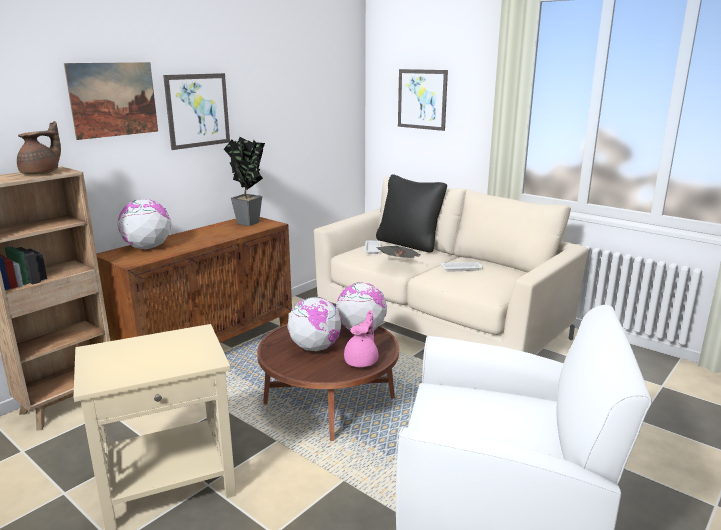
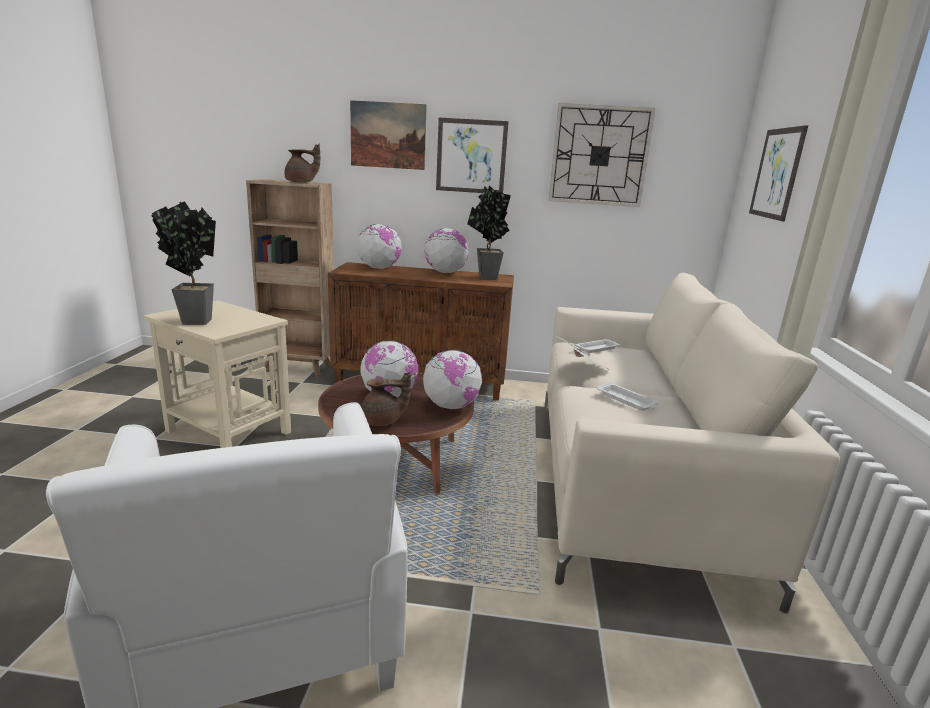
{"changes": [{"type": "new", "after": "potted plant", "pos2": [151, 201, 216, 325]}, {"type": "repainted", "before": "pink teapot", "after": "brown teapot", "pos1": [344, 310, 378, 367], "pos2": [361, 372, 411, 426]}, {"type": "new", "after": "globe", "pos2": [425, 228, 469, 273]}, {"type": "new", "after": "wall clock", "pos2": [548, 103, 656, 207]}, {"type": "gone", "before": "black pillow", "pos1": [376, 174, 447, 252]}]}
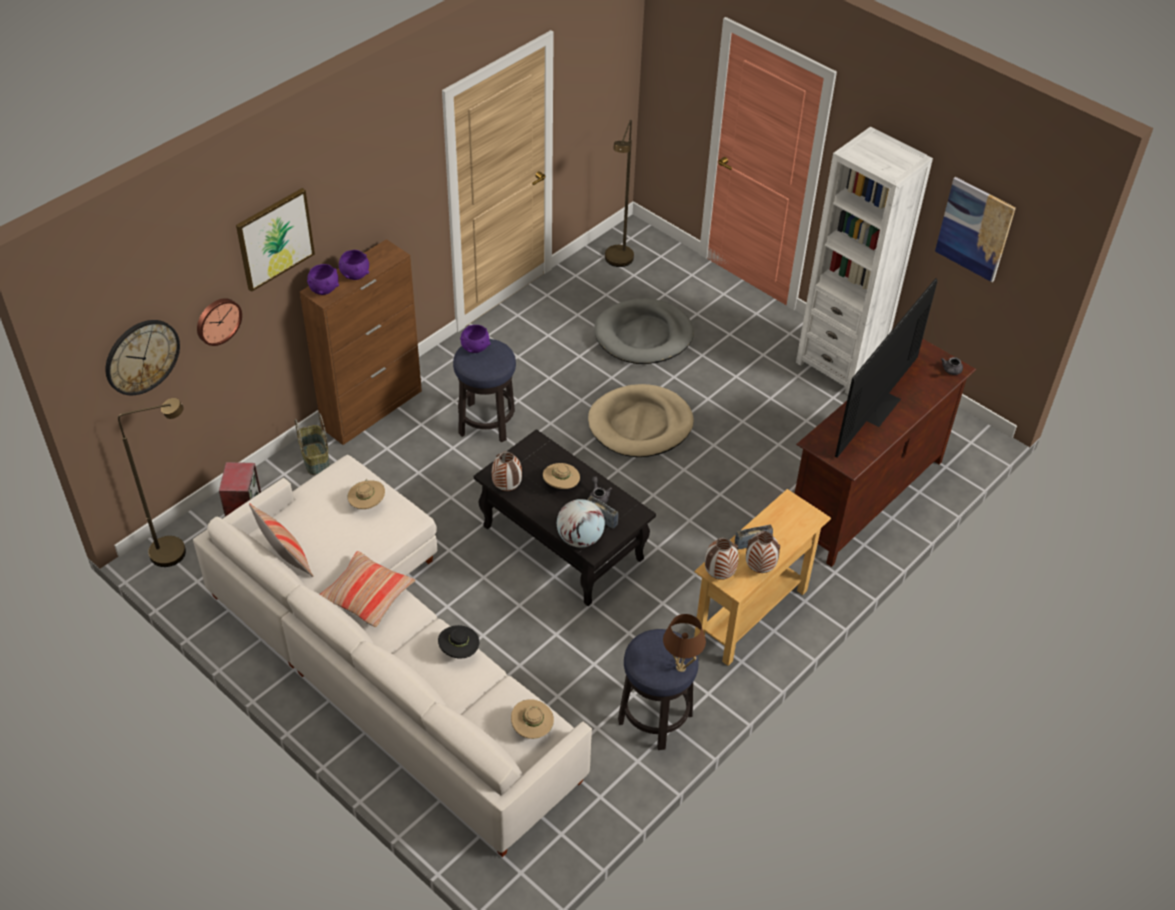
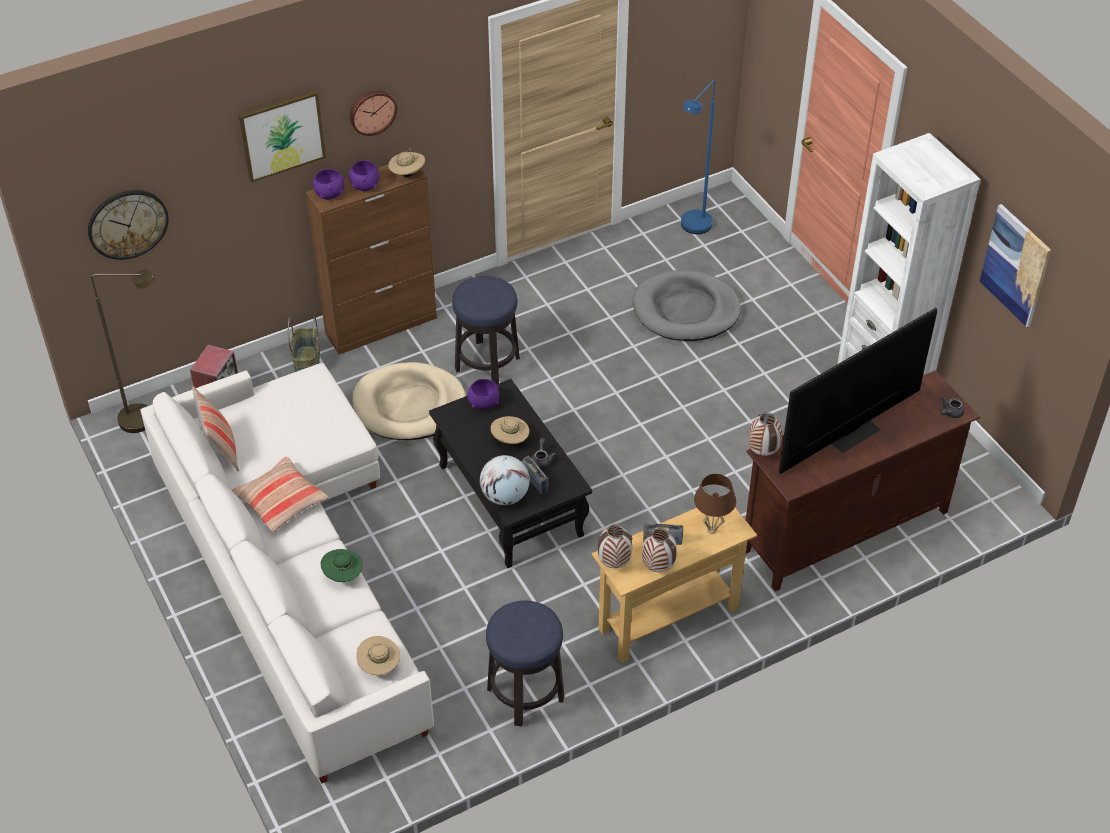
{"changes": [{"type": "repainted", "before": "black hat", "after": "green hat", "pos1": [438, 625, 479, 658], "pos2": [321, 549, 363, 582]}, {"type": "shifted", "before": "wall clock", "pos1": [197, 298, 242, 346], "pos2": [350, 90, 397, 136]}, {"type": "shifted", "before": "beige dog bed", "pos1": [588, 384, 694, 457], "pos2": [352, 362, 466, 440]}, {"type": "shifted", "before": "beige hat", "pos1": [348, 479, 385, 509], "pos2": [388, 149, 425, 177]}, {"type": "shifted", "before": "purple bowl", "pos1": [460, 325, 490, 353], "pos2": [468, 379, 499, 409]}, {"type": "repainted", "before": "brown floor lamp", "after": "blue floor lamp", "pos1": [605, 120, 634, 267], "pos2": [681, 80, 715, 234]}, {"type": "shifted", "before": "brown table lamp", "pos1": [663, 614, 706, 672], "pos2": [694, 474, 736, 534]}, {"type": "shifted", "before": "vase", "pos1": [492, 451, 522, 491], "pos2": [748, 412, 782, 456]}]}
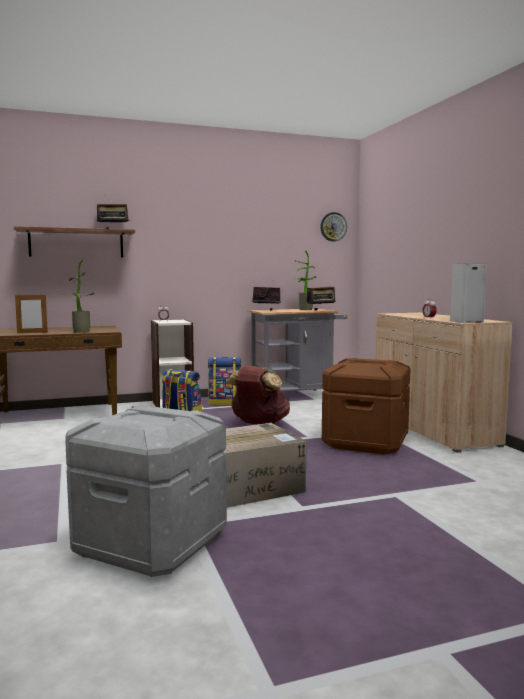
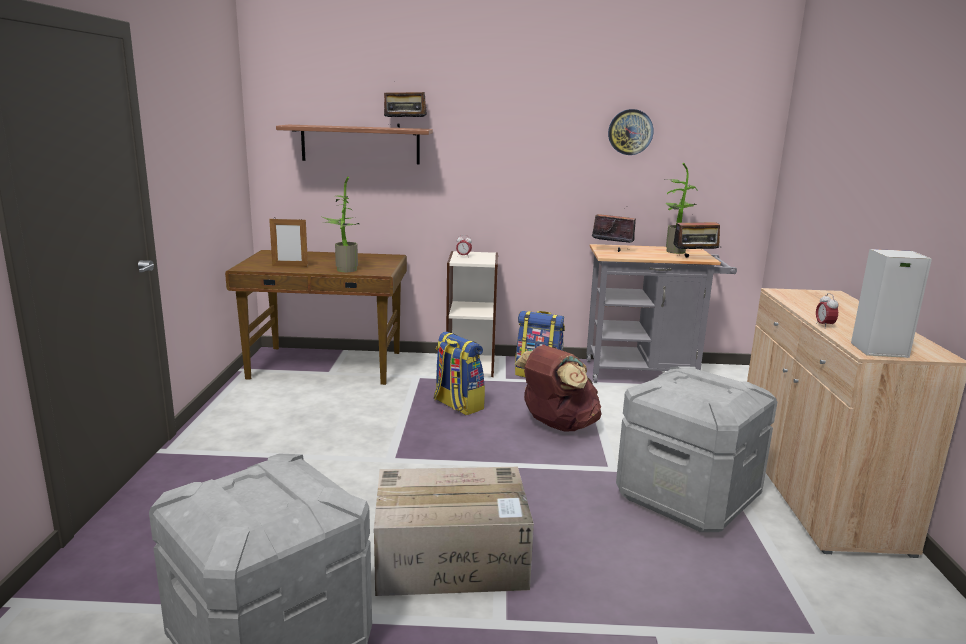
{"changes": [{"type": "shifted", "before": "wall clock", "pos1": [320, 212, 347, 241], "pos2": [608, 109, 653, 155]}, {"type": "repainted", "before": "brown storage box", "after": "grey storage box", "pos1": [322, 358, 411, 454], "pos2": [616, 366, 777, 532]}]}
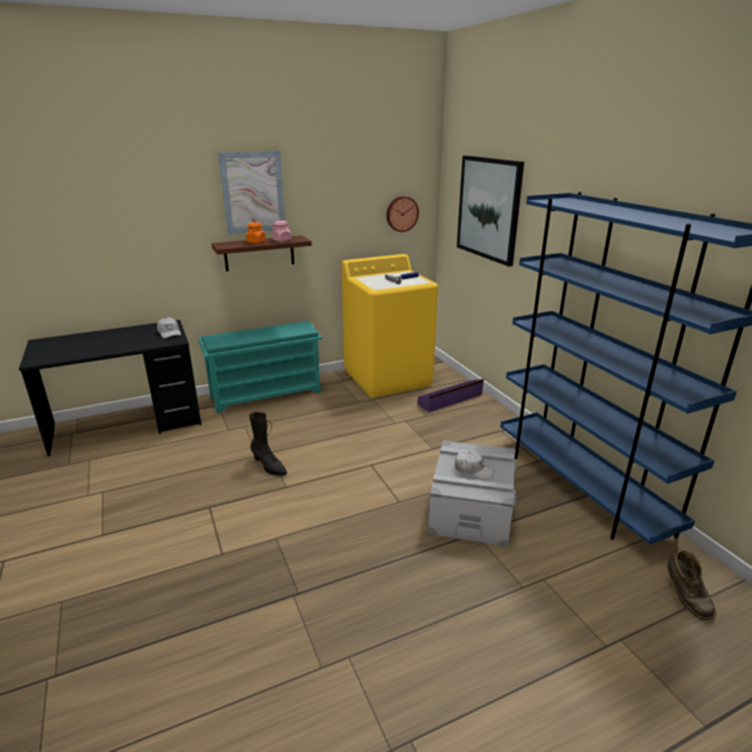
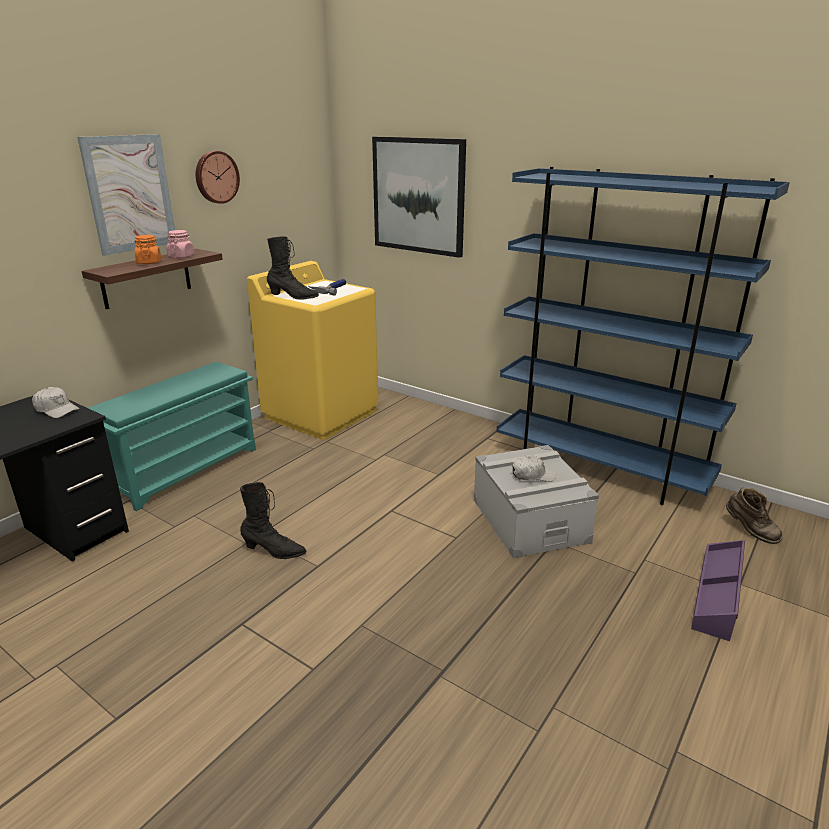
{"changes": [{"type": "shifted", "before": "wall clock", "pos1": [386, 196, 419, 232], "pos2": [196, 151, 240, 204]}, {"type": "new", "after": "black boot", "pos2": [267, 236, 319, 300]}, {"type": "shifted", "before": "purple storage box", "pos1": [417, 379, 484, 412], "pos2": [691, 540, 745, 641]}]}
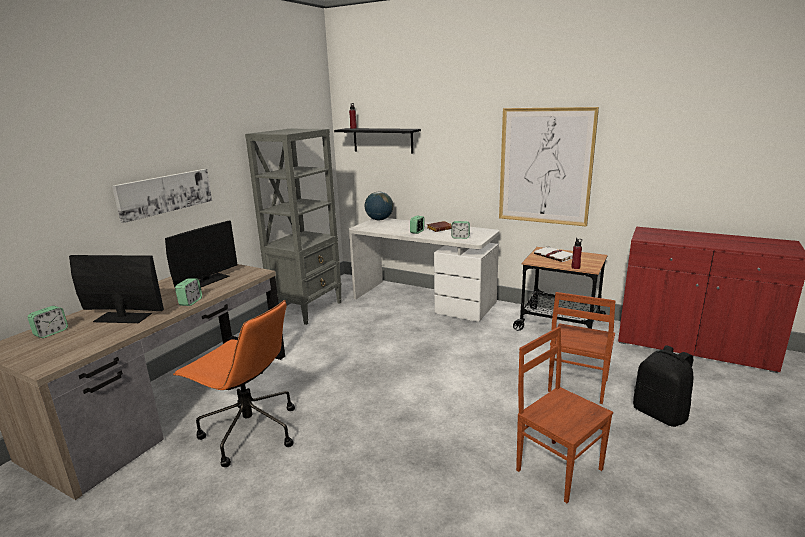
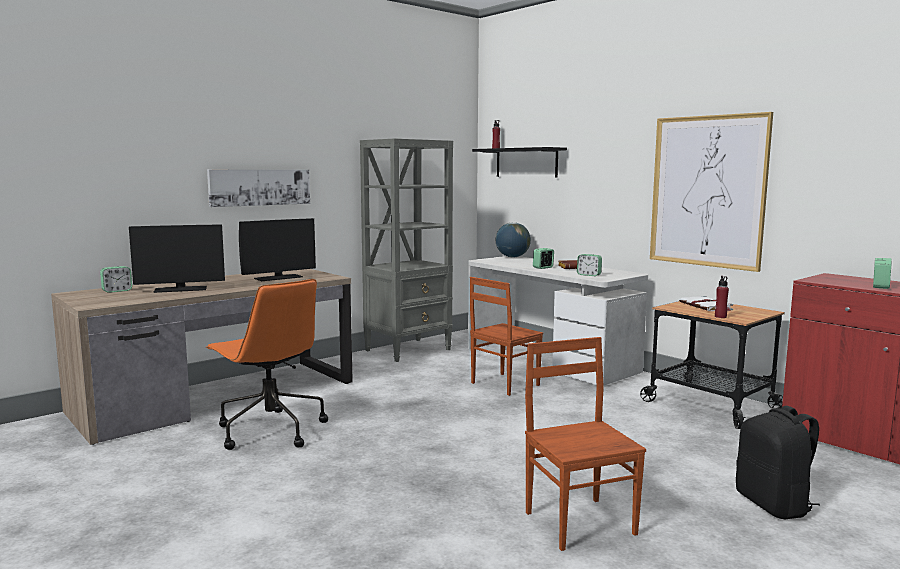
{"changes": [{"type": "rotated", "before": "monitor", "pos1": [69, 255, 164, 323], "pos2": [129, 224, 225, 293], "turn": 135}, {"type": "shifted", "before": "brown chair", "pos1": [548, 292, 615, 404], "pos2": [470, 277, 543, 396]}, {"type": "shifted", "before": "alarm clock", "pos1": [175, 278, 202, 306], "pos2": [873, 258, 892, 289]}]}
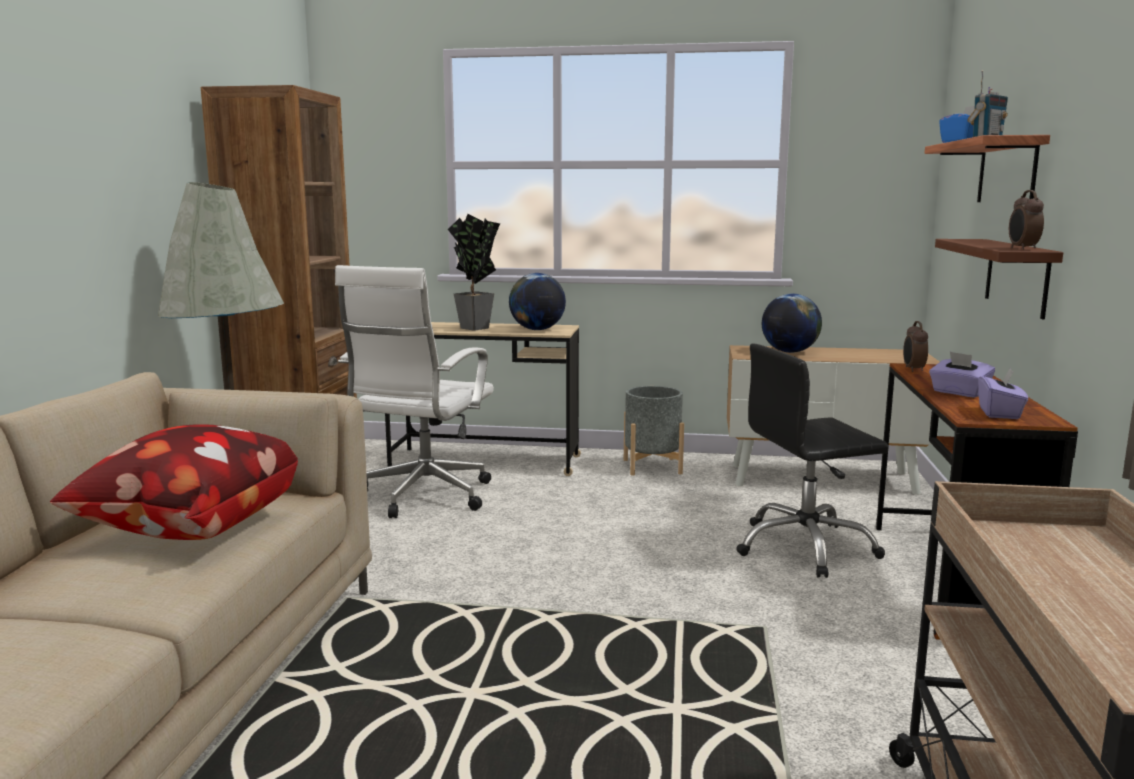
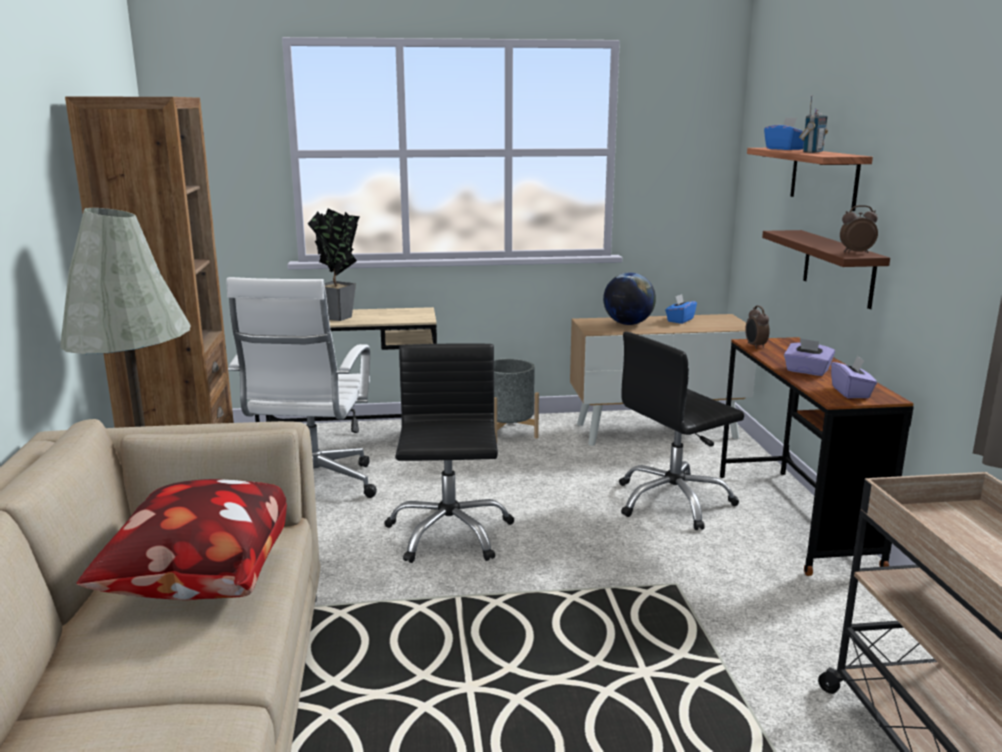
{"changes": [{"type": "new", "after": "black office chair", "pos2": [384, 343, 515, 563]}, {"type": "new", "after": "blue tissue box", "pos2": [665, 294, 697, 324]}, {"type": "rotated", "before": "alarm clock", "pos1": [1009, 190, 1044, 250], "pos2": [840, 205, 878, 253], "turn": 105}, {"type": "gone", "before": "globe", "pos1": [509, 273, 566, 330]}]}
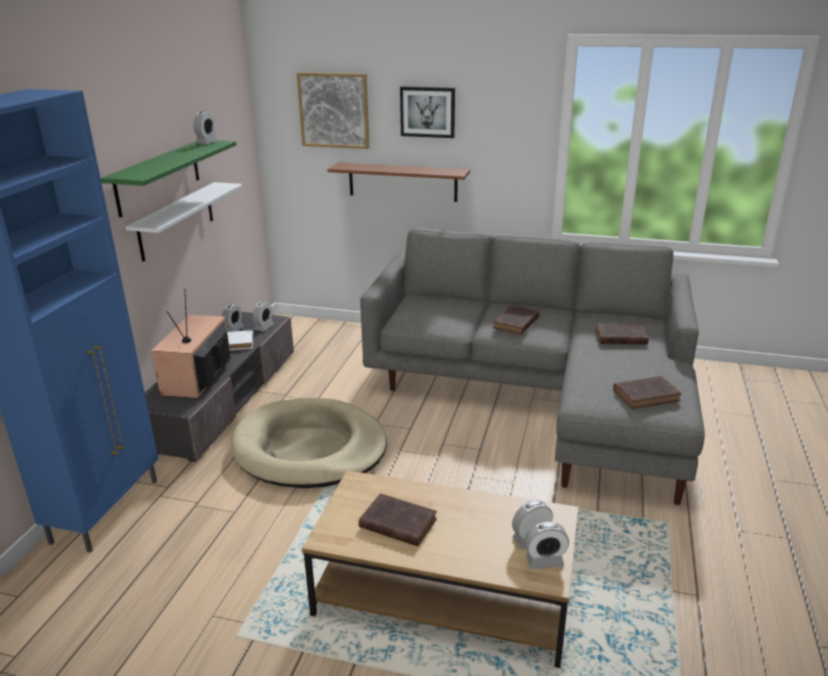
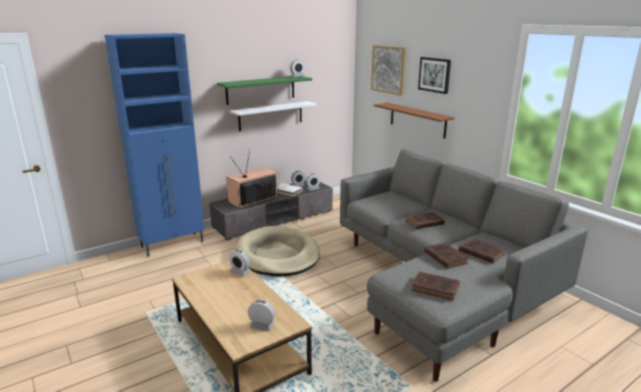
{"changes": [{"type": "shifted", "before": "alarm clock", "pos1": [524, 522, 569, 569], "pos2": [229, 249, 250, 277]}, {"type": "shifted", "before": "brown book", "pos1": [359, 493, 437, 546], "pos2": [424, 242, 469, 269]}]}
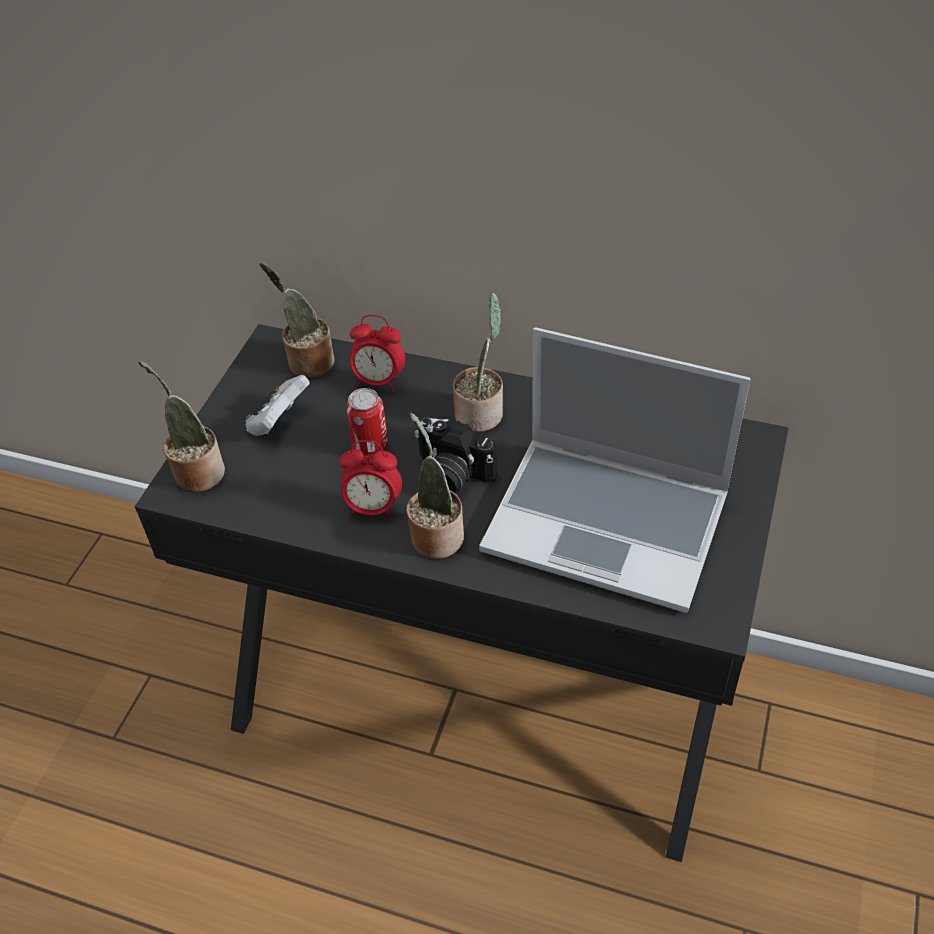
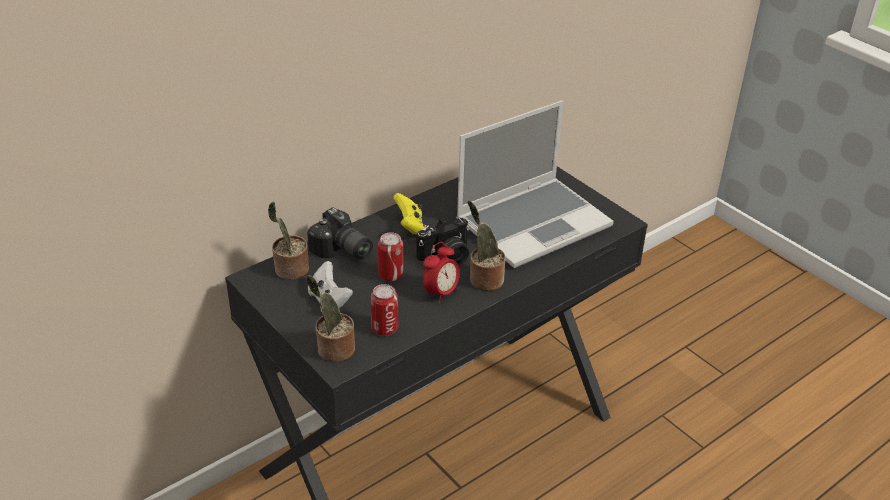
{"changes": [{"type": "swapped", "before": "alarm clock", "after": "photo camera", "pos1": [350, 315, 405, 392], "pos2": [307, 207, 373, 259]}, {"type": "new", "after": "can", "pos2": [371, 284, 398, 335]}, {"type": "swapped", "before": "potted plant", "after": "yellow game controller", "pos1": [452, 292, 503, 432], "pos2": [393, 193, 427, 235]}]}
